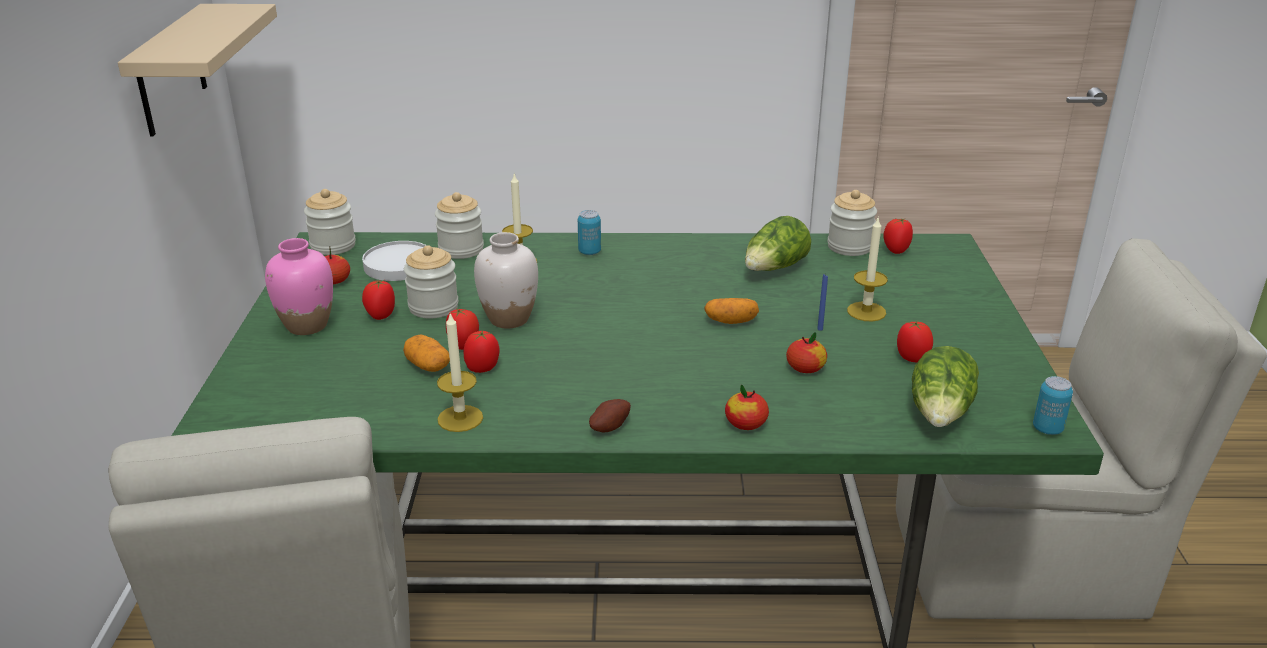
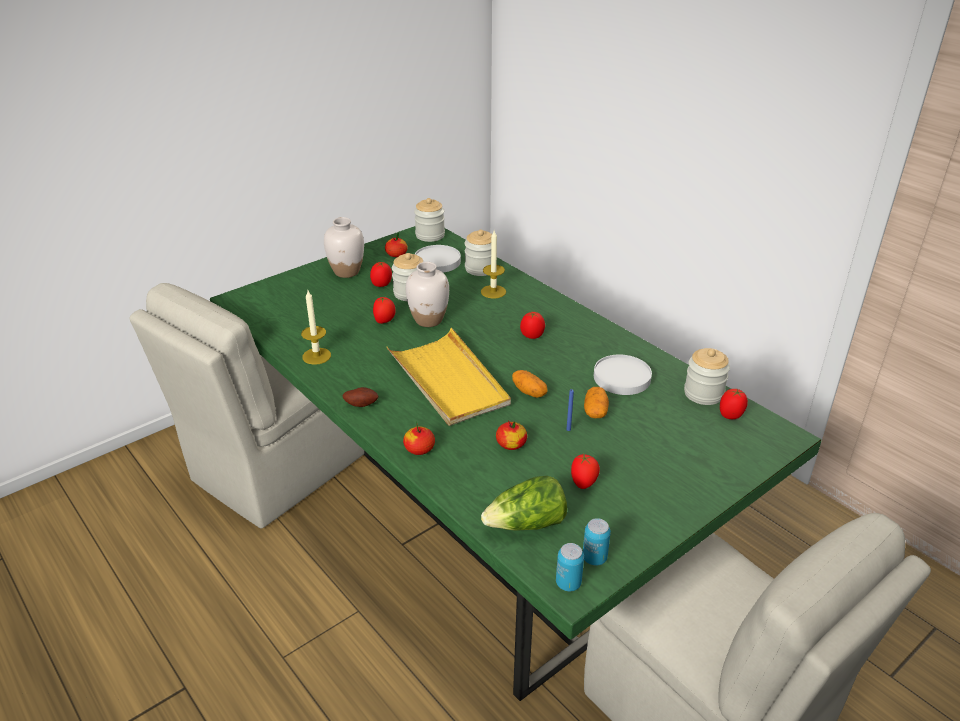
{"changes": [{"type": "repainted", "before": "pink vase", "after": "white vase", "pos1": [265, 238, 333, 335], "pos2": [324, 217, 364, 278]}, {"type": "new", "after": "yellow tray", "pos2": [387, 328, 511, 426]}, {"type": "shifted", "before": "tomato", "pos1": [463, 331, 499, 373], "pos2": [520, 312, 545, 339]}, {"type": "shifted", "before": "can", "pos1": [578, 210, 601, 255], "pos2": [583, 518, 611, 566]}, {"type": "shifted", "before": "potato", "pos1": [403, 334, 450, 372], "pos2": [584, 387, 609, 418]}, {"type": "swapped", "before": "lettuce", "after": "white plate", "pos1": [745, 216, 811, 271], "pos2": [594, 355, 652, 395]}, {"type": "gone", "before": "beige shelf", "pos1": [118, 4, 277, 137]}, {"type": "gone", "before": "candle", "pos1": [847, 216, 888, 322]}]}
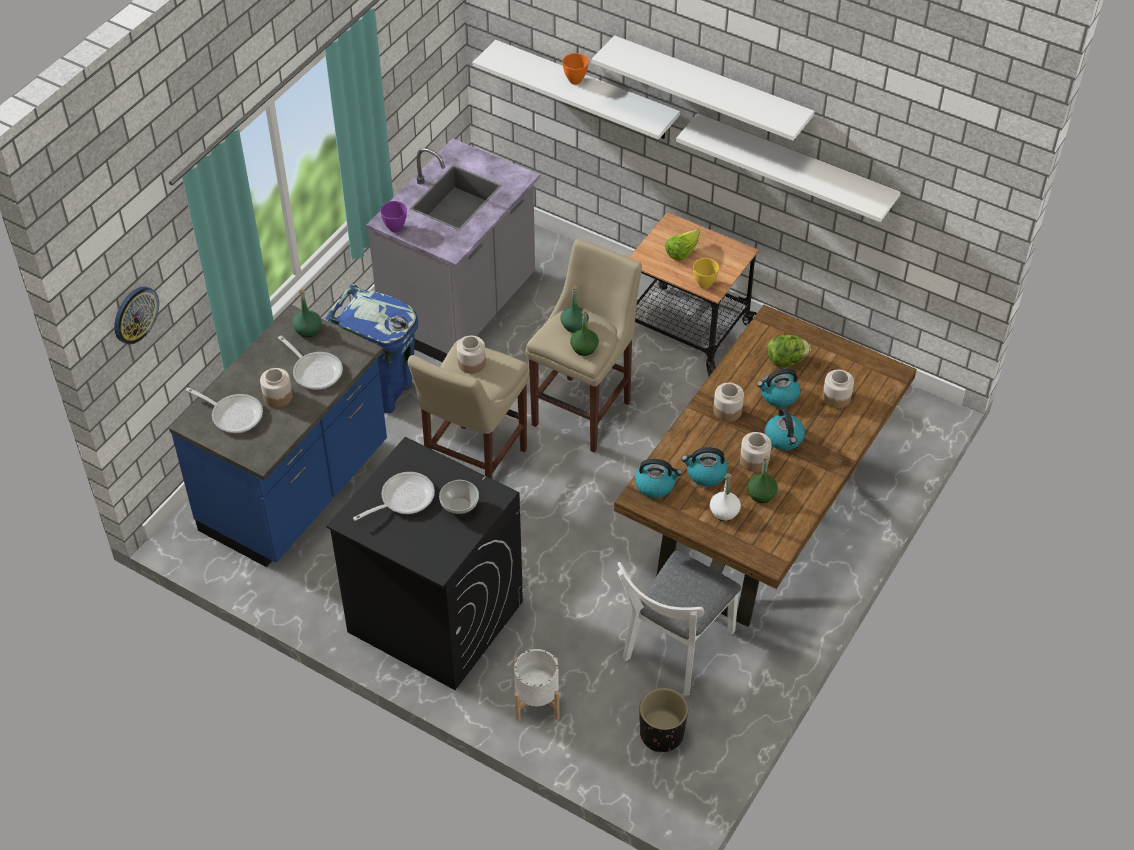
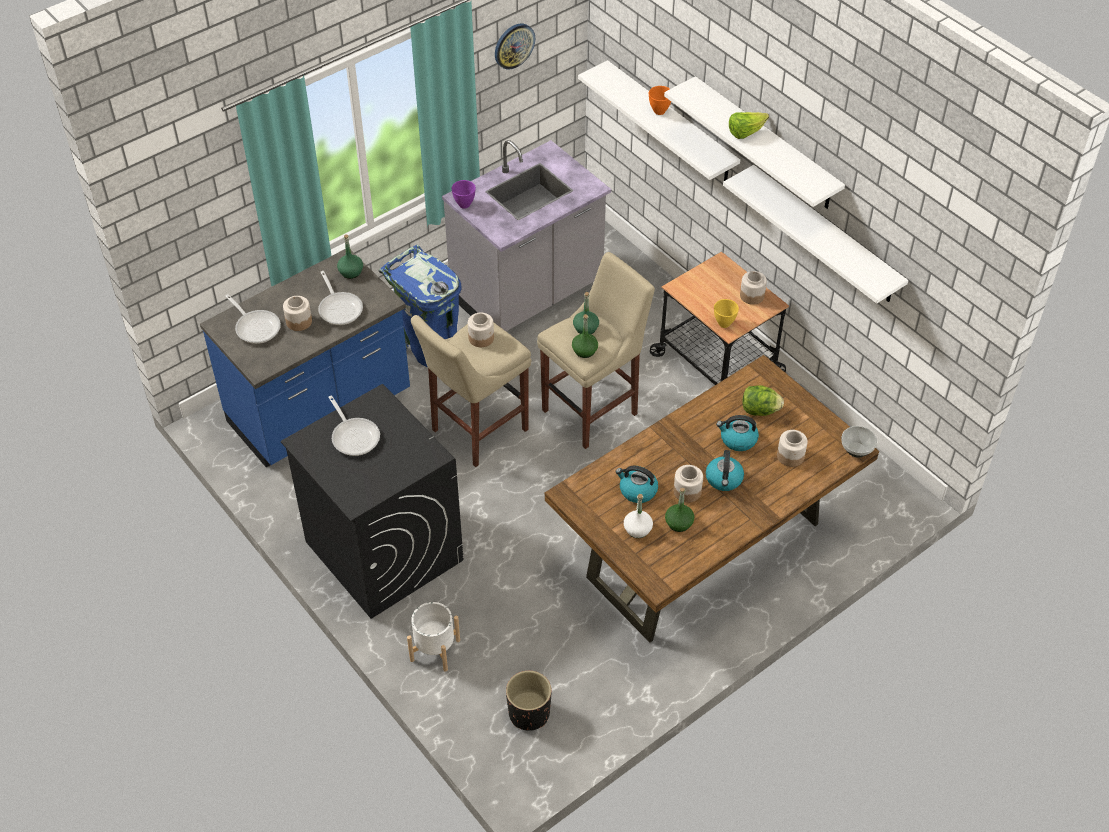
{"changes": [{"type": "rotated", "before": "frying pan", "pos1": [353, 472, 435, 521], "pos2": [328, 395, 380, 456], "turn": 75}, {"type": "shifted", "before": "wall clock", "pos1": [114, 286, 159, 345], "pos2": [495, 24, 535, 69]}, {"type": "shifted", "before": "lettuce", "pos1": [665, 229, 700, 261], "pos2": [729, 112, 769, 139]}, {"type": "shifted", "before": "jar", "pos1": [713, 383, 744, 422], "pos2": [740, 271, 767, 305]}, {"type": "shifted", "before": "bowl", "pos1": [439, 480, 479, 516], "pos2": [841, 426, 877, 458]}, {"type": "gone", "before": "white chair", "pos1": [617, 551, 741, 696]}, {"type": "gone", "before": "kettle", "pos1": [635, 459, 682, 498]}]}
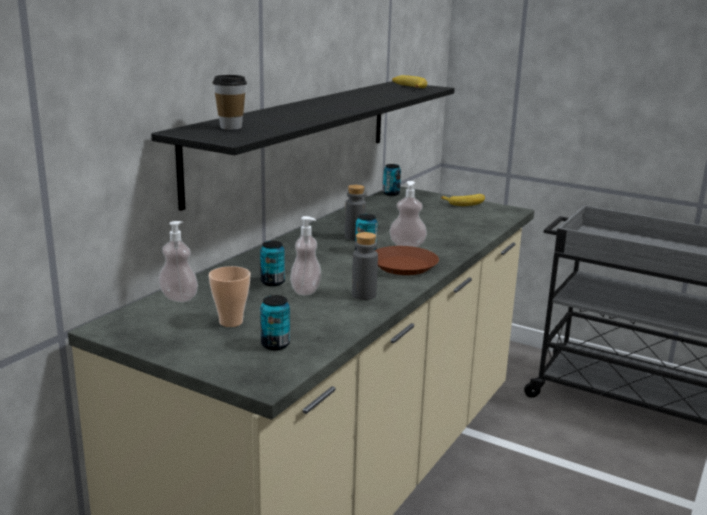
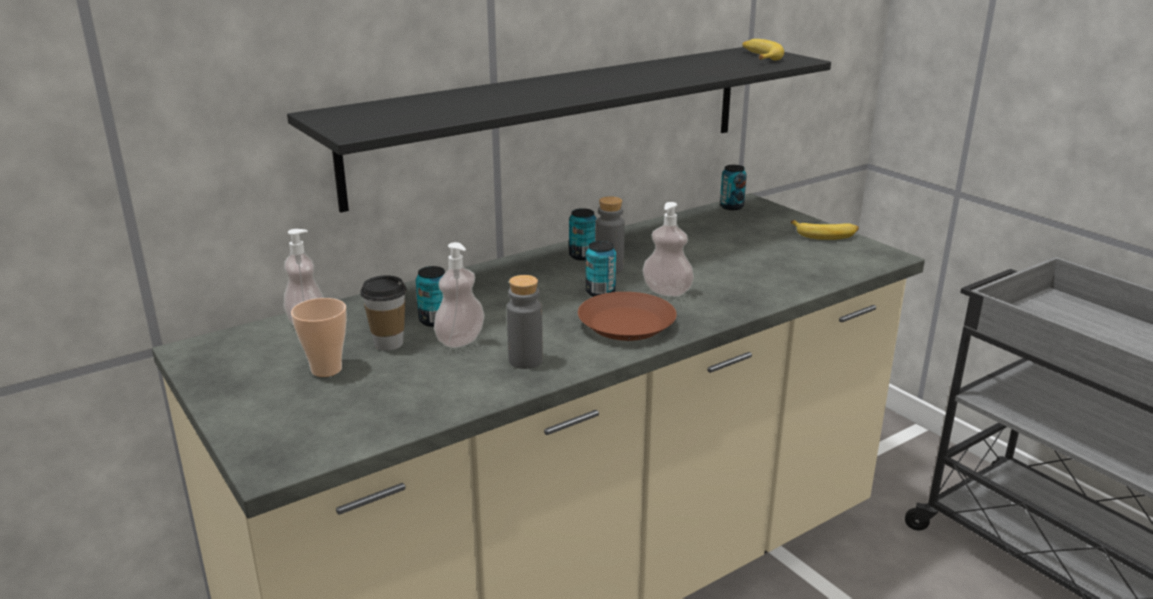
{"changes": [{"type": "shifted", "before": "cup", "pos1": [213, 75, 247, 130], "pos2": [360, 275, 407, 351]}, {"type": "shifted", "before": "can", "pos1": [260, 295, 290, 350], "pos2": [569, 208, 597, 261]}]}
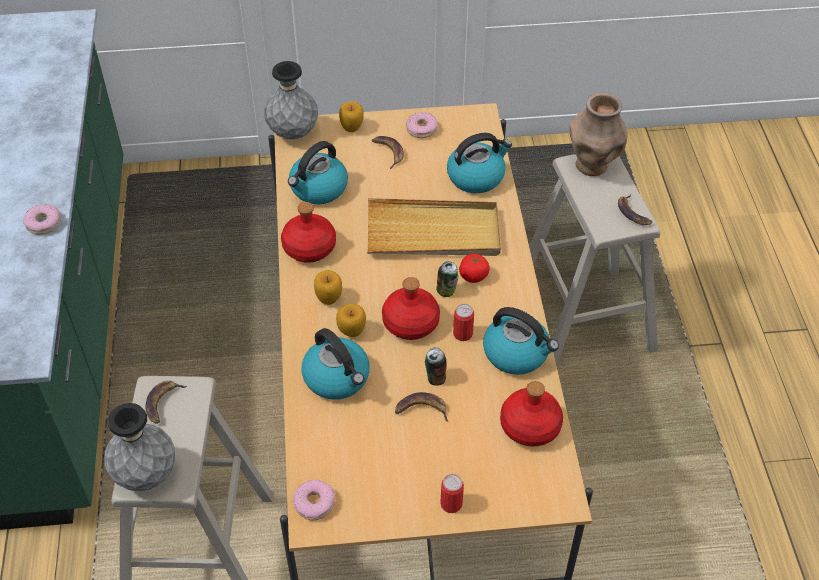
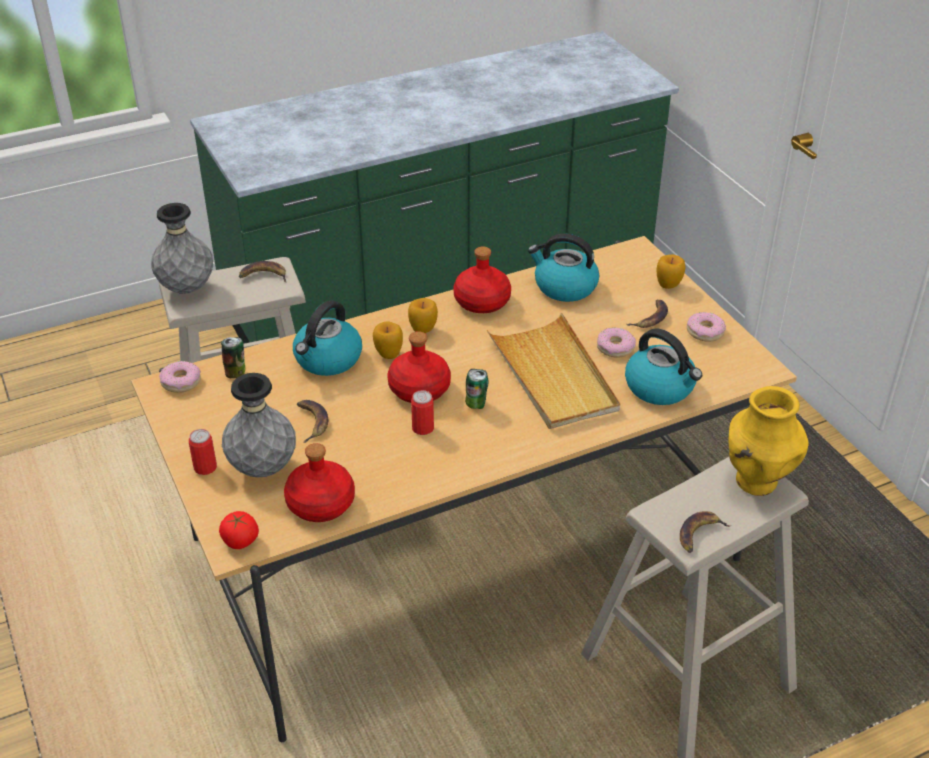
{"changes": [{"type": "shifted", "before": "tomato", "pos1": [459, 254, 490, 283], "pos2": [219, 511, 259, 549]}, {"type": "shifted", "before": "can", "pos1": [425, 347, 447, 386], "pos2": [221, 337, 245, 378]}, {"type": "shifted", "before": "grey vase", "pos1": [264, 61, 318, 139], "pos2": [222, 373, 296, 477]}, {"type": "shifted", "before": "donut", "pos1": [23, 205, 61, 235], "pos2": [597, 328, 636, 358]}, {"type": "repainted", "before": "brown vase", "after": "yellow vase", "pos1": [569, 92, 628, 176], "pos2": [728, 386, 809, 496]}, {"type": "gone", "before": "kettle", "pos1": [483, 307, 559, 375]}]}
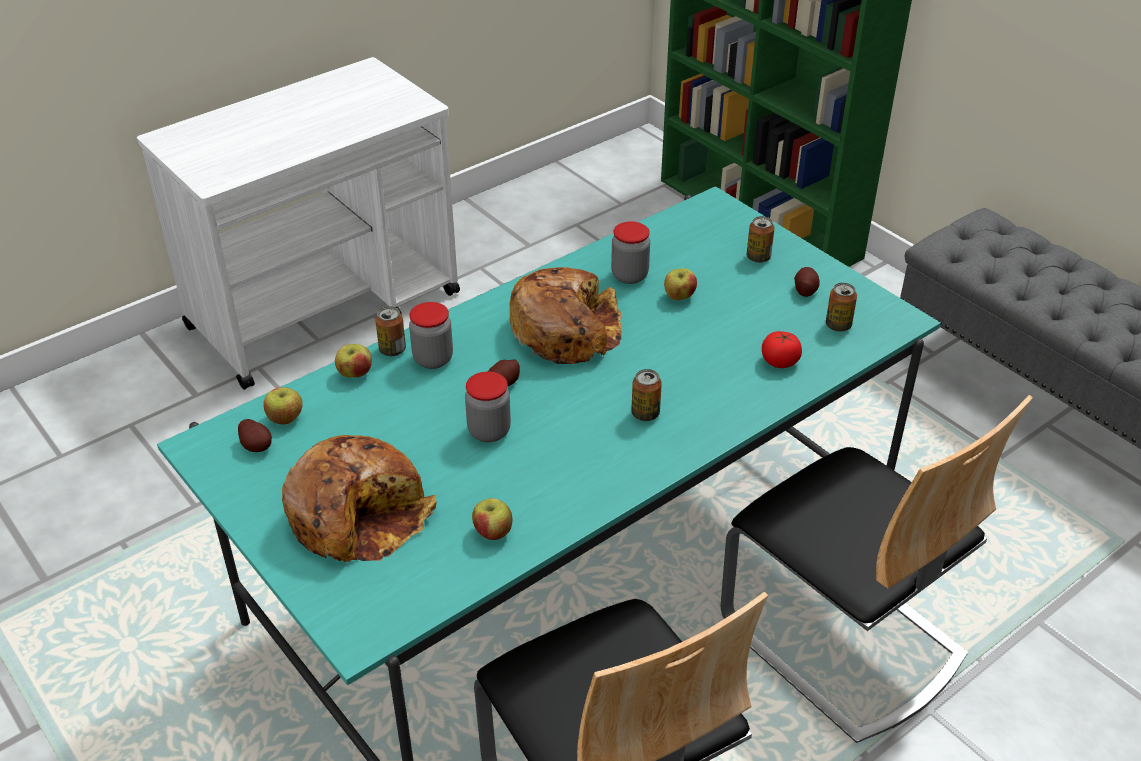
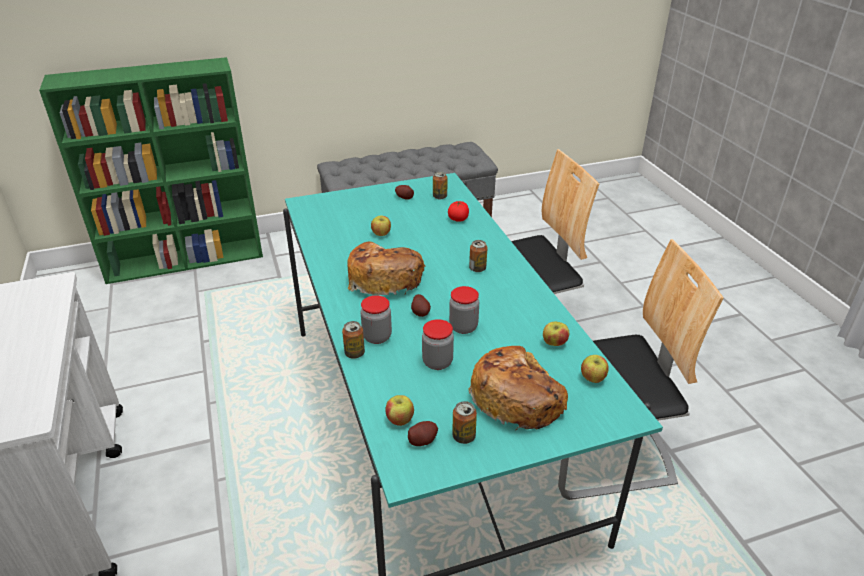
{"changes": [{"type": "shifted", "before": "jar", "pos1": [611, 221, 650, 284], "pos2": [422, 319, 454, 370]}, {"type": "shifted", "before": "can", "pos1": [747, 216, 775, 263], "pos2": [453, 401, 477, 444]}, {"type": "shifted", "before": "apple", "pos1": [335, 344, 372, 378], "pos2": [581, 355, 609, 383]}]}
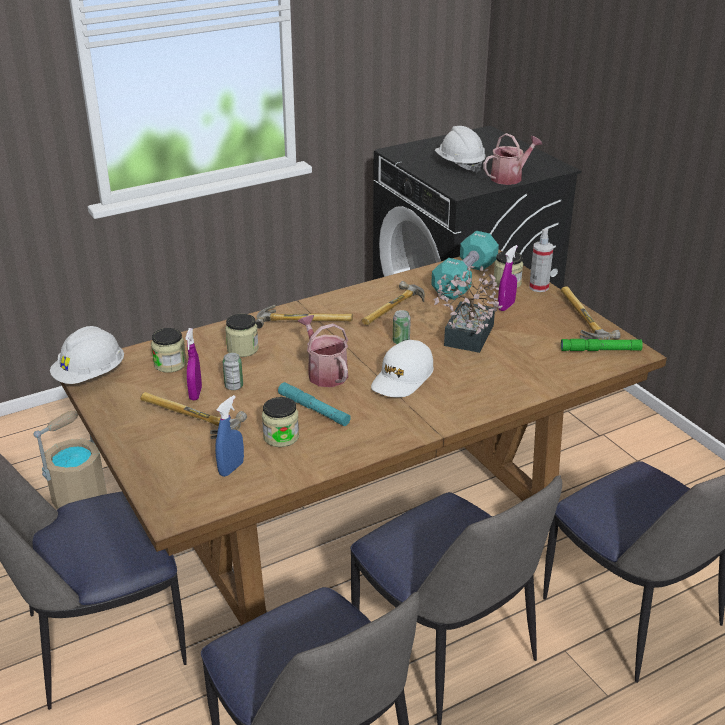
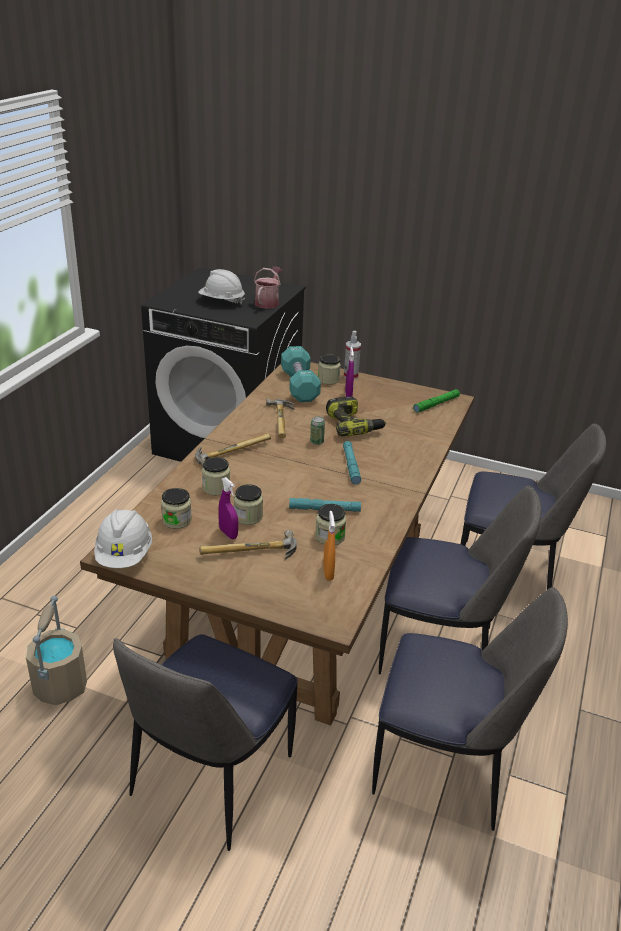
{"changes": [{"type": "swapped", "before": "can", "after": "jar", "pos1": [223, 353, 243, 390], "pos2": [234, 484, 263, 525]}, {"type": "repainted", "before": "blue spray bottle", "after": "orange spray bottle", "pos1": [215, 395, 244, 477], "pos2": [323, 511, 335, 580]}, {"type": "swapped", "before": "potted plant", "after": "power drill", "pos1": [433, 266, 502, 353], "pos2": [326, 396, 386, 436]}, {"type": "swapped", "before": "white cap", "after": "turquoise flashlight", "pos1": [371, 340, 434, 398], "pos2": [343, 441, 361, 484]}, {"type": "gone", "before": "watering can", "pos1": [298, 315, 348, 387]}, {"type": "gone", "before": "hammer", "pos1": [561, 287, 621, 340]}]}
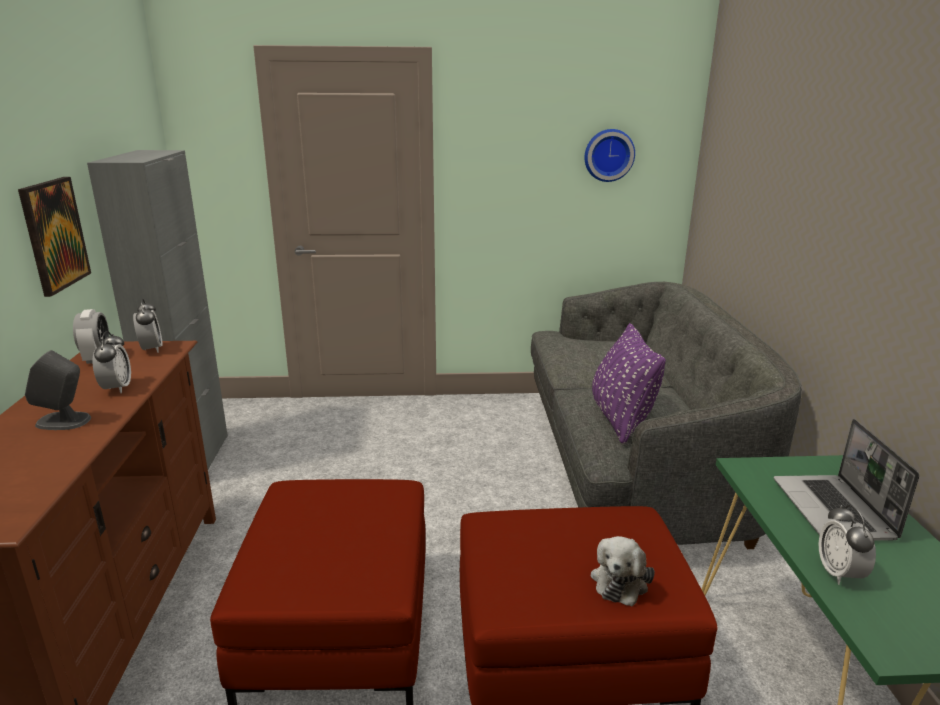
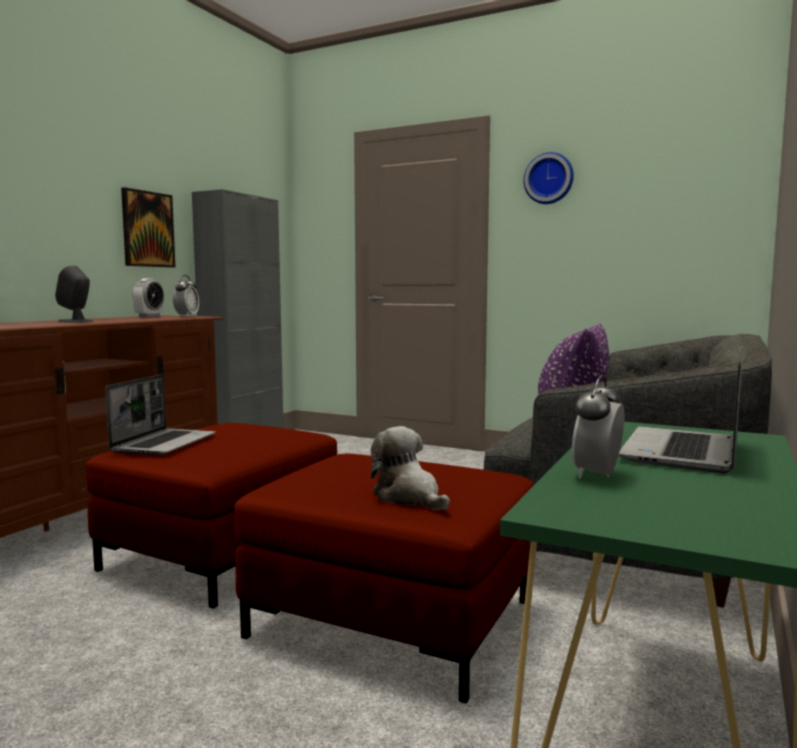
{"changes": [{"type": "new", "after": "laptop", "pos2": [106, 374, 216, 455]}, {"type": "rotated", "before": "plush toy", "pos1": [591, 536, 655, 606], "pos2": [371, 426, 450, 510], "turn": 90}, {"type": "shifted", "before": "wall clock", "pos1": [585, 129, 635, 182], "pos2": [523, 152, 574, 204]}, {"type": "gone", "before": "alarm clock", "pos1": [92, 331, 131, 393]}]}
